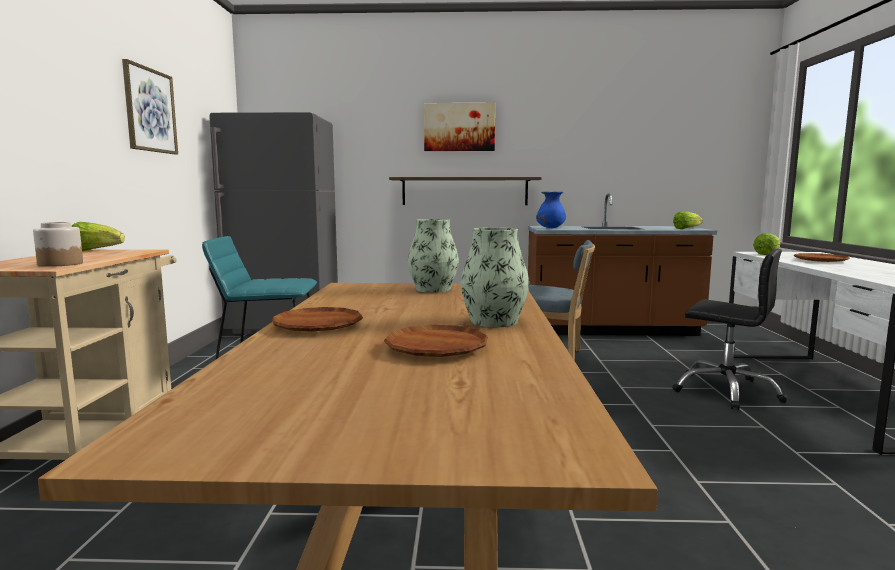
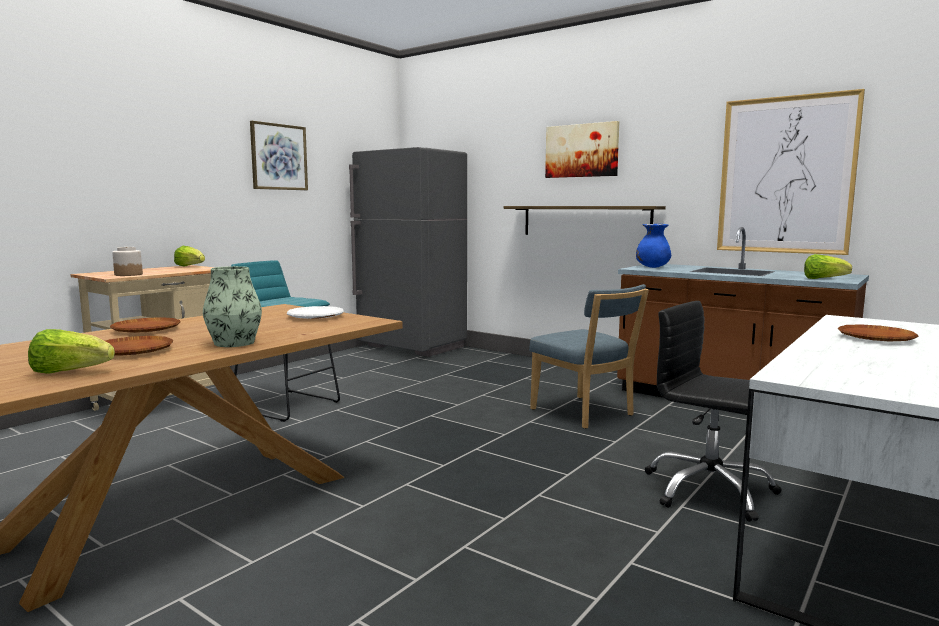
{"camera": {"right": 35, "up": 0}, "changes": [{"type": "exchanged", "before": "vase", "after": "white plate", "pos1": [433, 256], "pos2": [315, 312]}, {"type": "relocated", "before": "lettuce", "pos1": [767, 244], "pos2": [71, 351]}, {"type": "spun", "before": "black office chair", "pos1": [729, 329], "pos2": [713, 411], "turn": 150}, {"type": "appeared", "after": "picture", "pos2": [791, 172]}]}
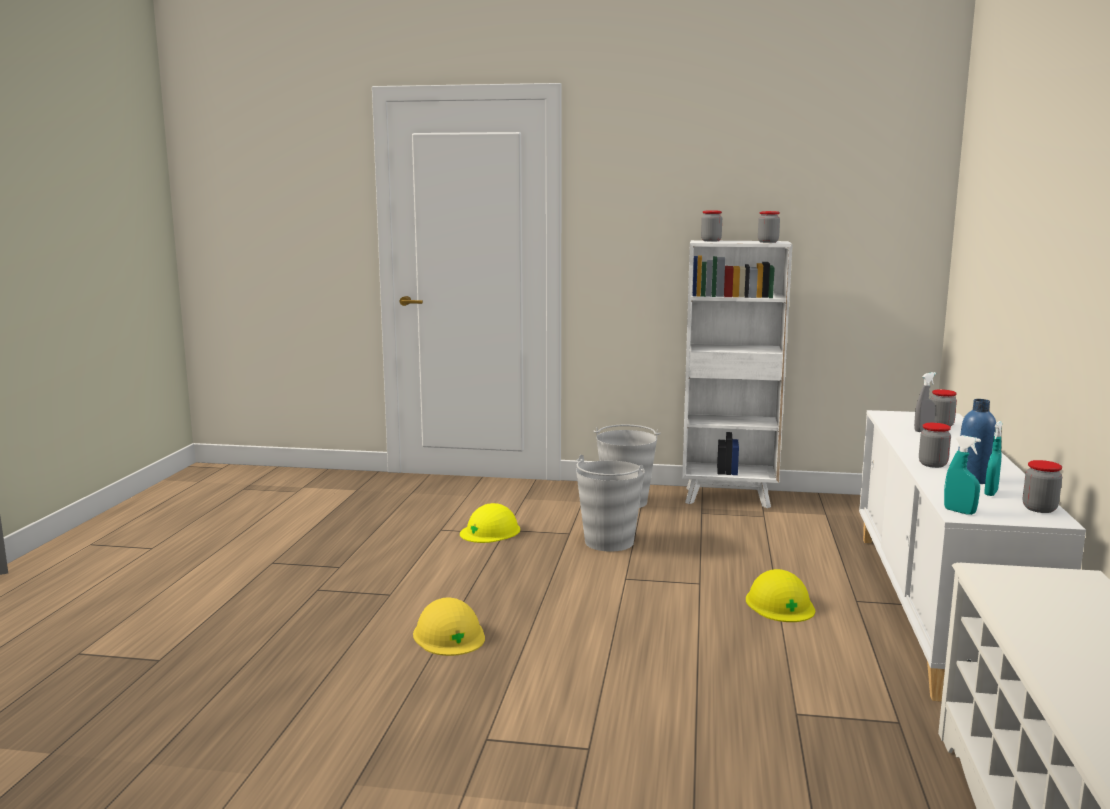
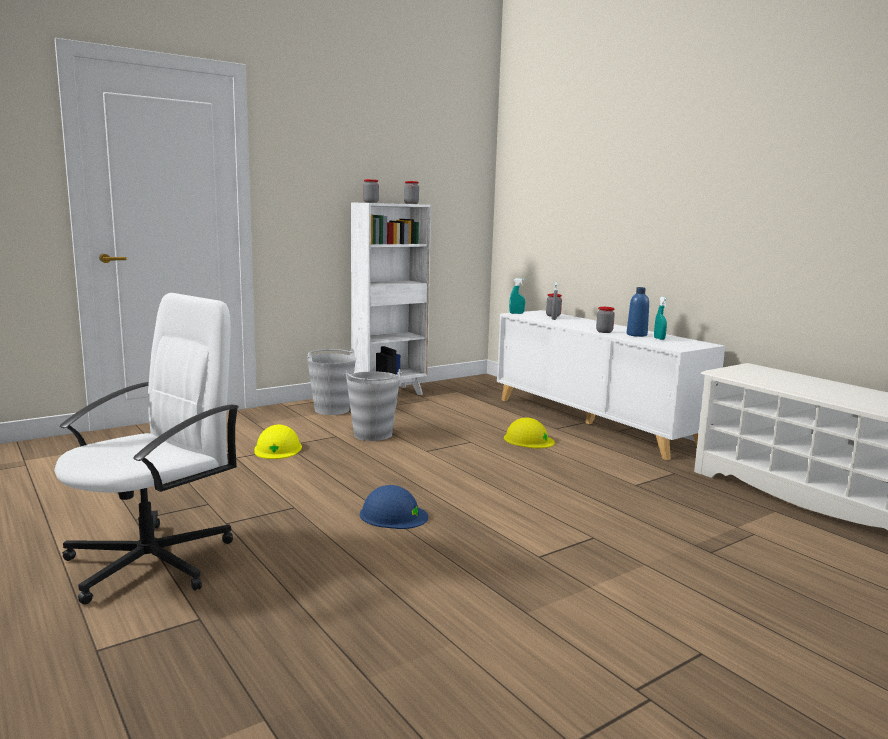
{"camera": {"right": -45, "up": 0}, "changes": [{"type": "relocated", "before": "turquoise spray bottle", "pos1": [962, 475], "pos2": [517, 296]}, {"type": "missing", "before": "jar", "pos1": [1042, 486]}, {"type": "colour", "before": "yellow hard hat", "after": "blue hard hat", "pos1": [449, 626], "pos2": [394, 507]}, {"type": "appeared", "after": "white office chair", "pos2": [146, 449]}]}
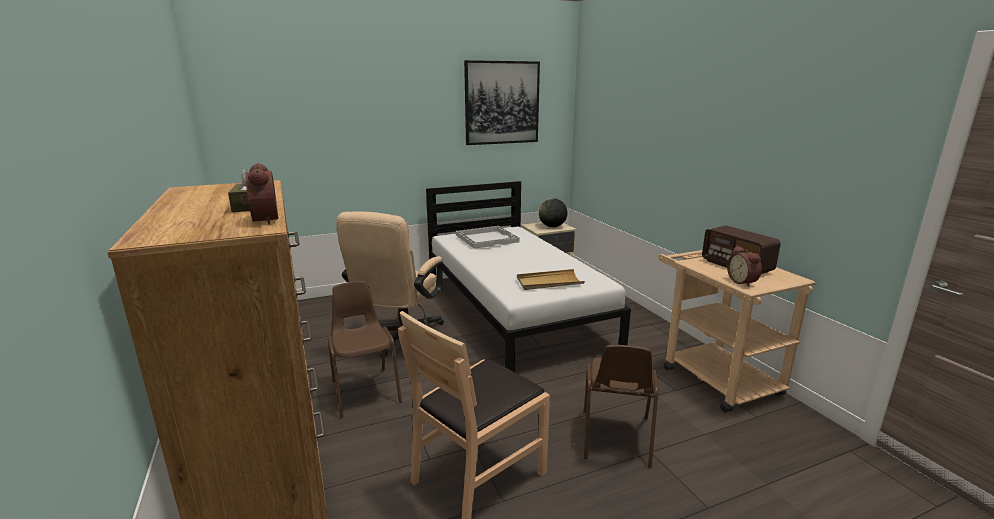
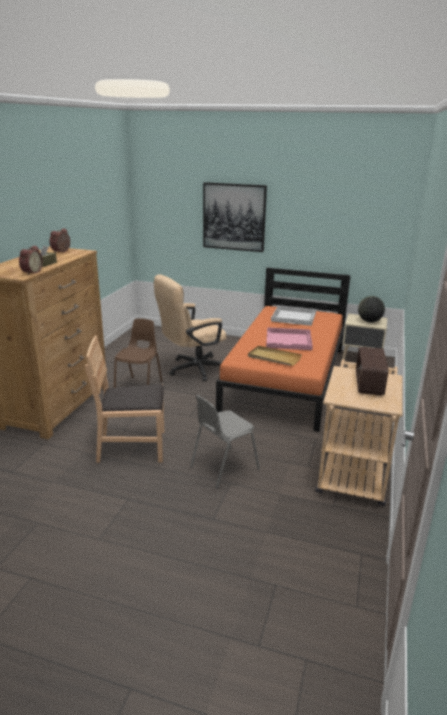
{"camera": {"right": 40, "up": 5}, "changes": [{"type": "relocated", "before": "picture", "pos1": [502, 102], "pos2": [235, 217]}, {"type": "colour", "before": "white bed", "after": "orange bed", "pos1": [528, 276], "pos2": [283, 349]}, {"type": "relocated", "before": "alarm clock", "pos1": [744, 266], "pos2": [59, 240]}, {"type": "colour", "before": "brown chair", "after": "grey chair", "pos1": [621, 406], "pos2": [225, 442]}, {"type": "appeared", "after": "pink tray", "pos2": [289, 338]}]}
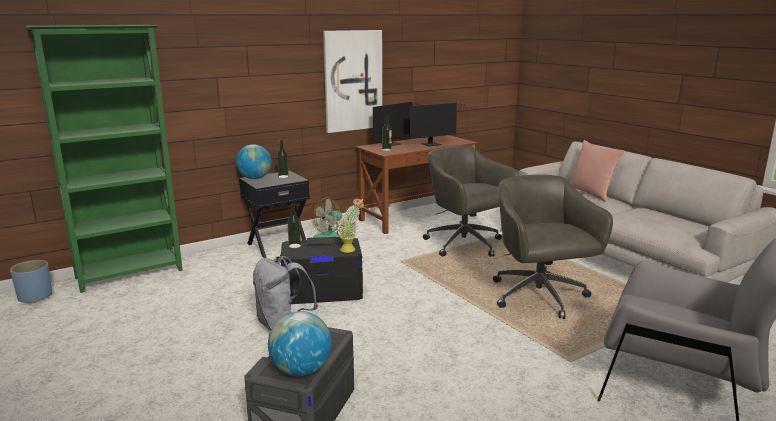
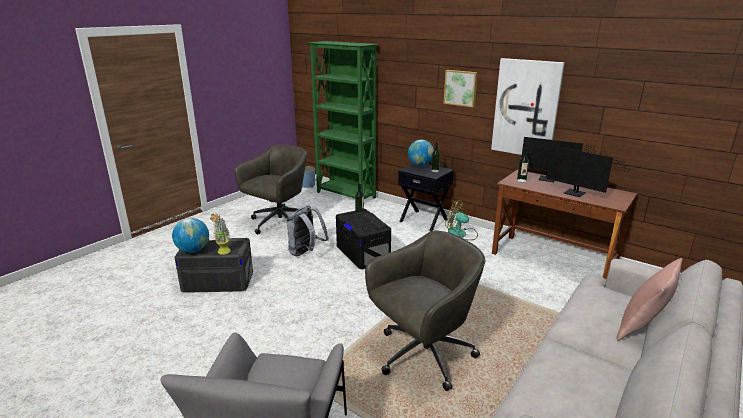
{"camera": {"right": 70, "up": 5}, "changes": [{"type": "relocated", "before": "grey office chair", "pos1": [471, 201], "pos2": [273, 189]}, {"type": "relocated", "before": "potted plant", "pos1": [351, 225], "pos2": [220, 234]}, {"type": "appeared", "after": "picture", "pos2": [460, 88]}]}
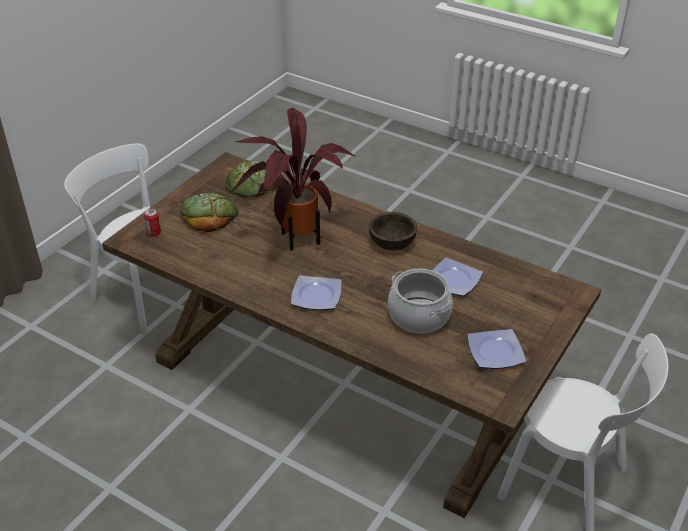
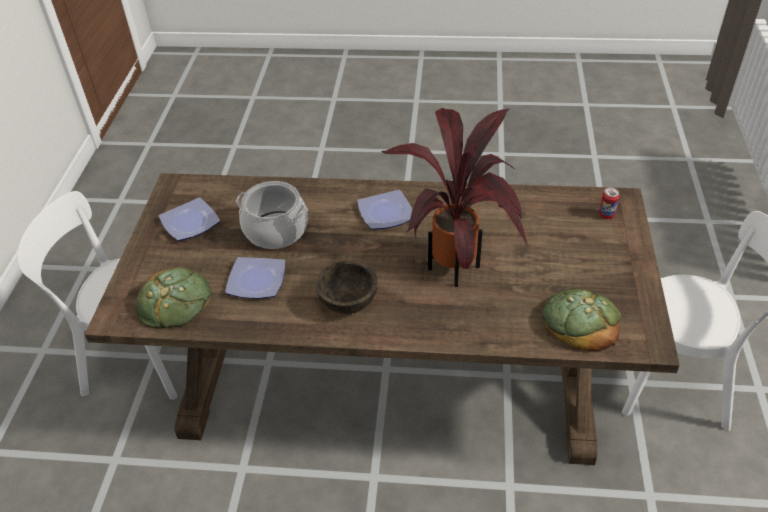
{"camera": {"right": 155, "up": 5}, "changes": [{"type": "relocated", "before": "bread", "pos1": [209, 212], "pos2": [173, 298]}]}
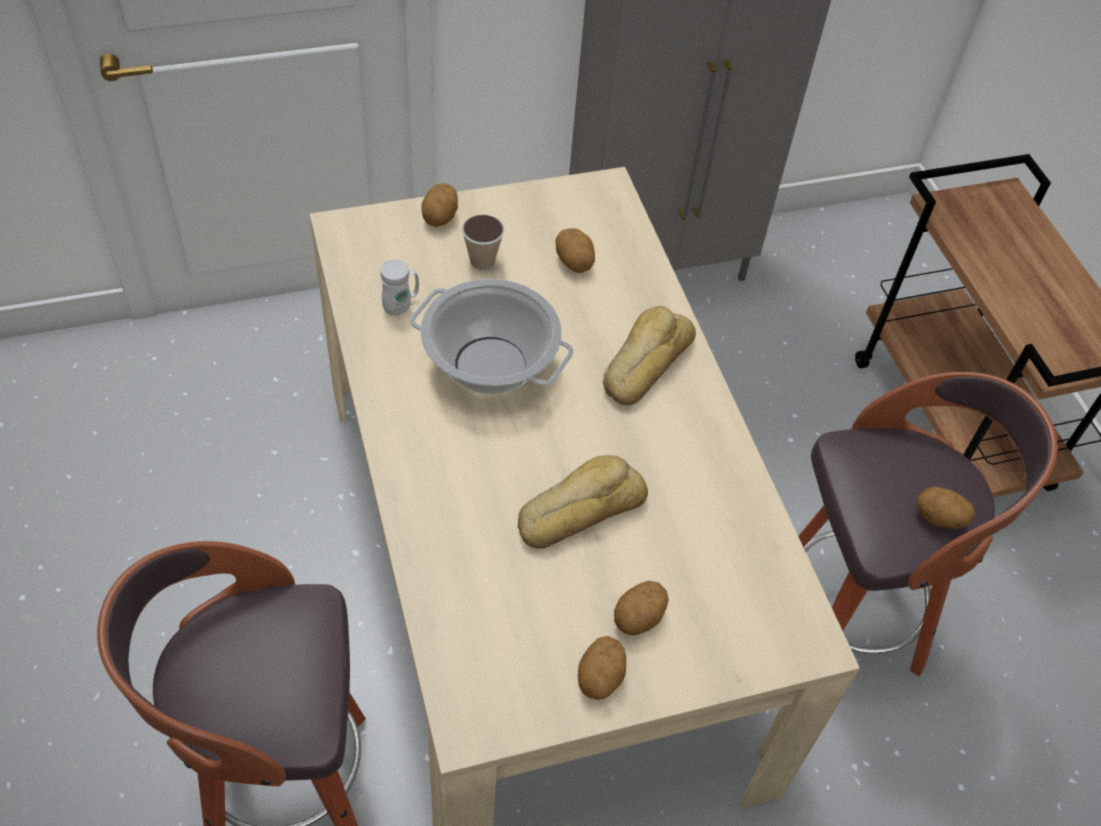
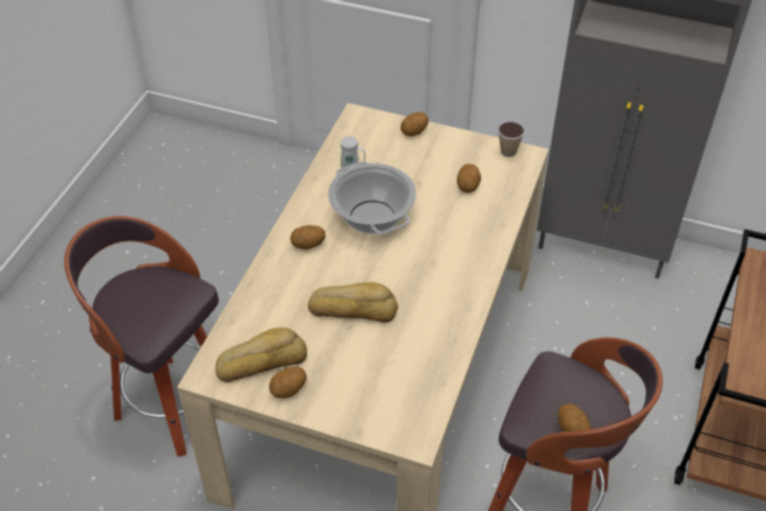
{"camera": {"right": 40, "up": -5}, "changes": [{"type": "relocated", "before": "cup", "pos1": [483, 242], "pos2": [511, 139]}, {"type": "relocated", "before": "bread", "pos1": [649, 355], "pos2": [261, 354]}, {"type": "relocated", "before": "potato", "pos1": [641, 608], "pos2": [308, 237]}]}
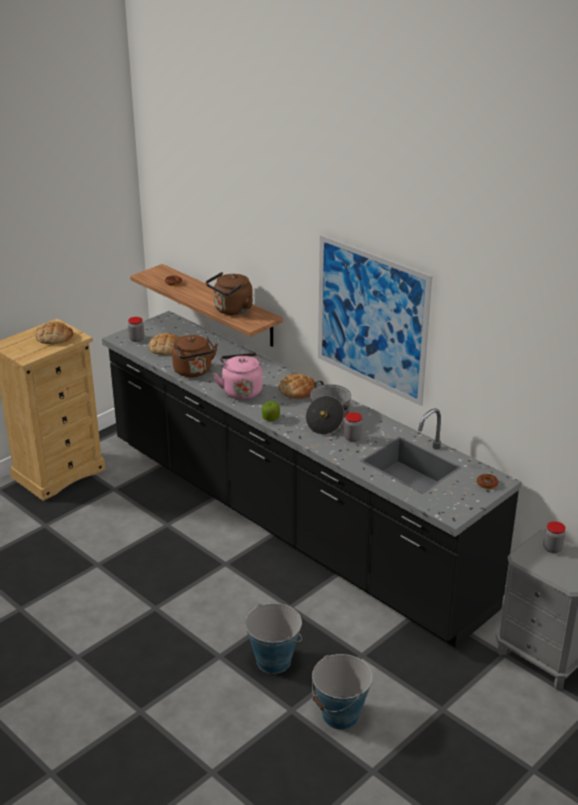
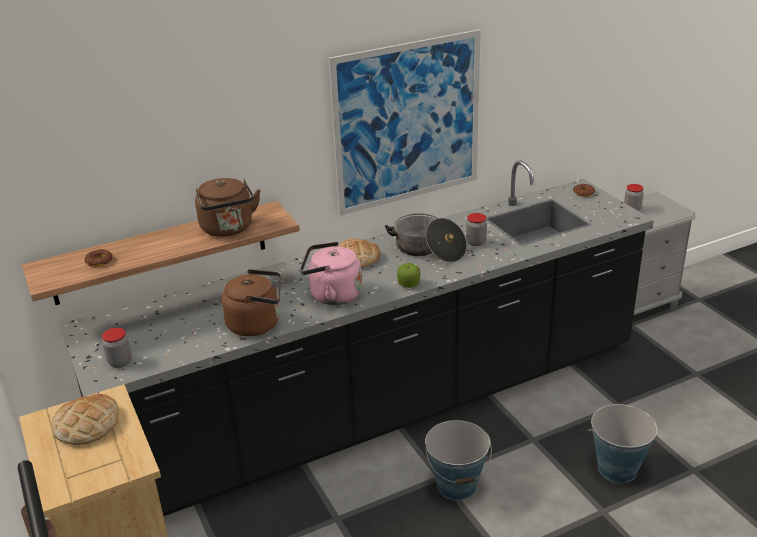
{"camera": {"right": -70, "up": 0}, "changes": [{"type": "missing", "before": "bread", "pos1": [163, 344]}, {"type": "relocated", "before": "bucket", "pos1": [342, 692], "pos2": [458, 460]}]}
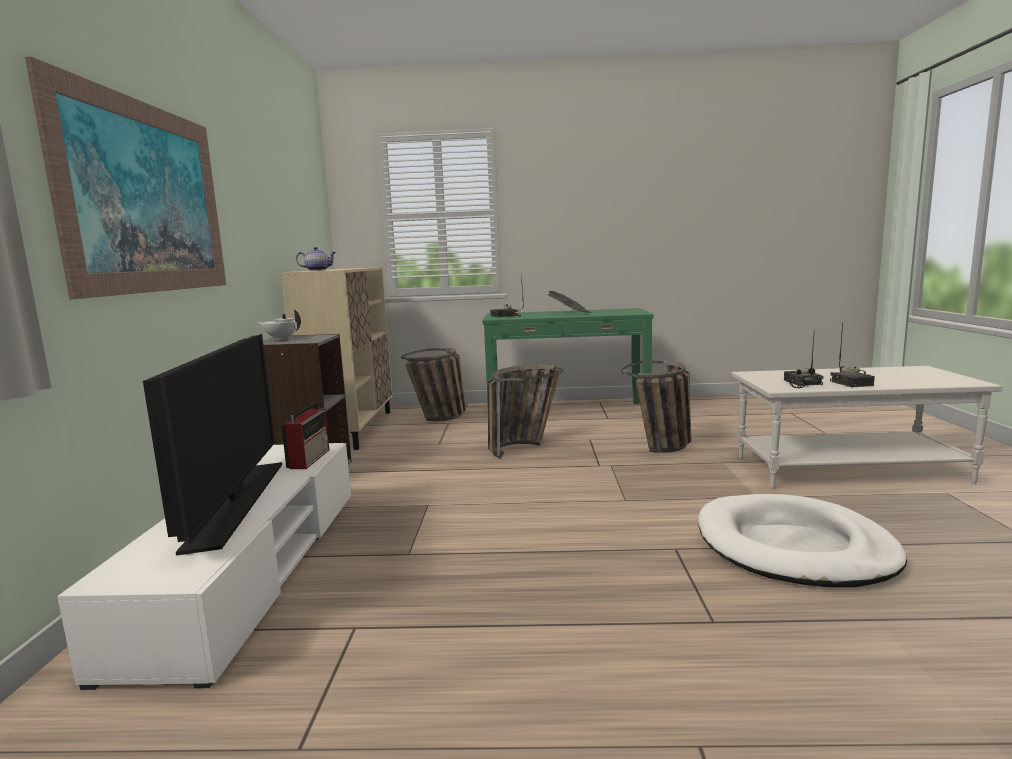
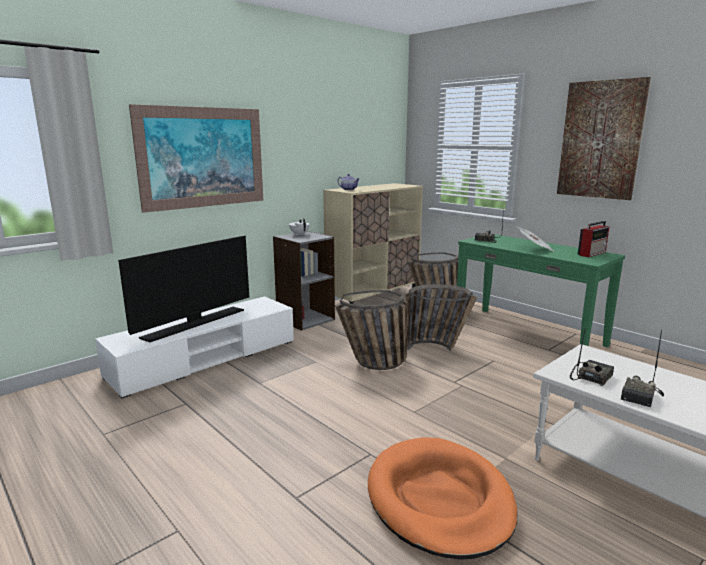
{"camera": {"right": 45, "up": 5}, "changes": [{"type": "relocated", "before": "basket", "pos1": [656, 406], "pos2": [371, 330]}, {"type": "relocated", "before": "radio", "pos1": [305, 435], "pos2": [593, 239]}, {"type": "colour", "before": "white dog bed", "after": "orange dog bed", "pos1": [802, 540], "pos2": [442, 498]}, {"type": "appeared", "after": "picture", "pos2": [604, 138]}]}
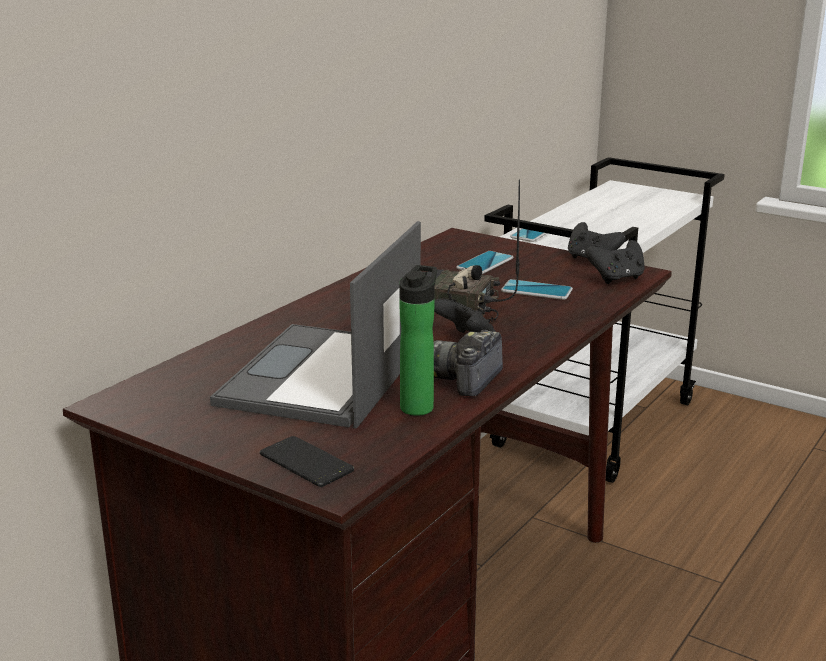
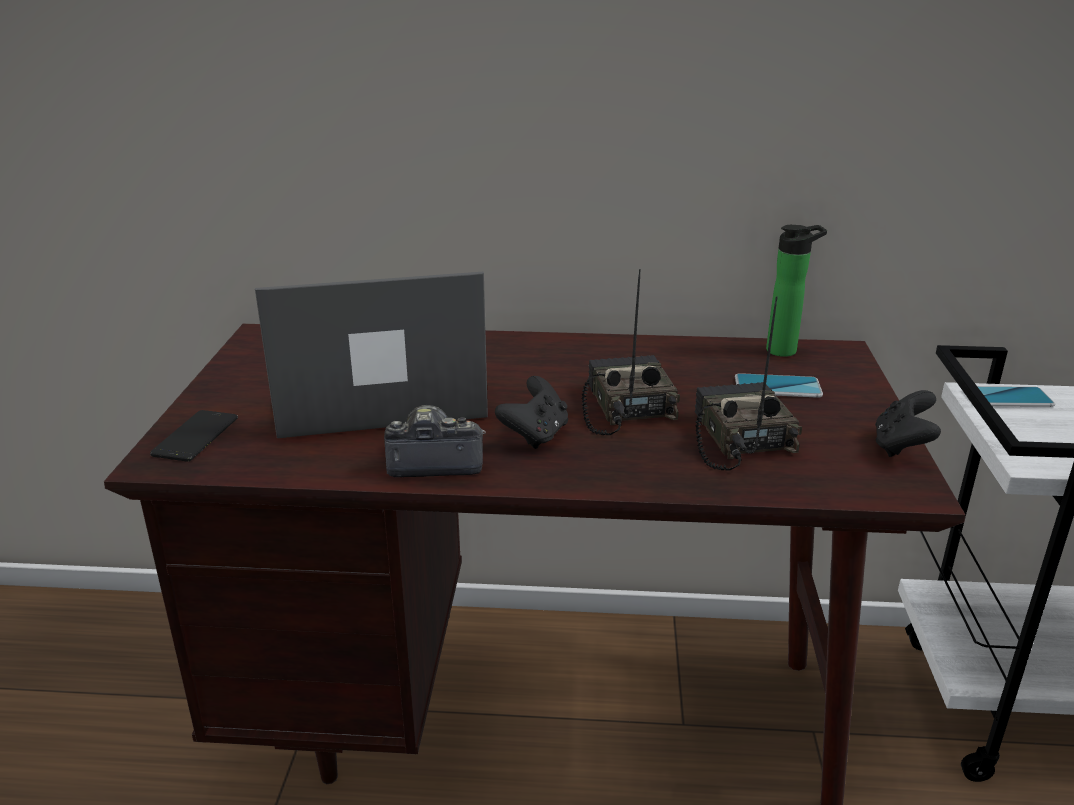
{"camera": {"right": 60, "up": 5}, "changes": [{"type": "missing", "before": "black game controller", "pos1": [615, 262]}, {"type": "relocated", "before": "bottle", "pos1": [418, 340], "pos2": [796, 291]}, {"type": "exchanged", "before": "phone", "after": "radio", "pos1": [537, 289], "pos2": [748, 383]}]}
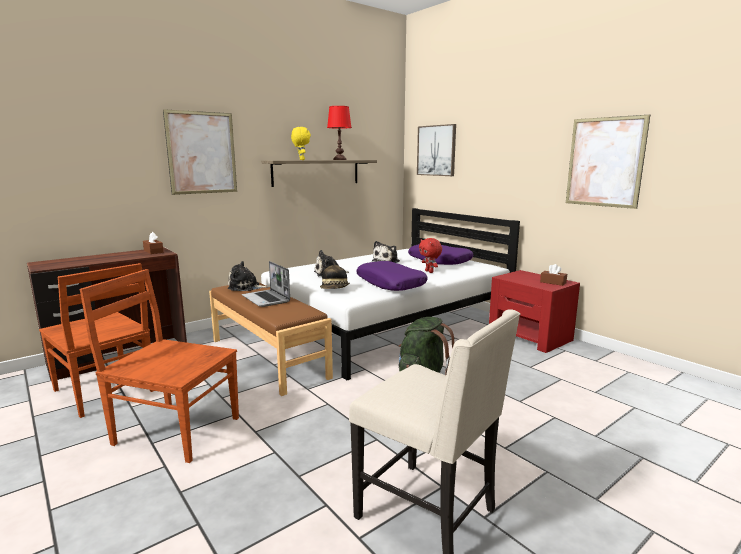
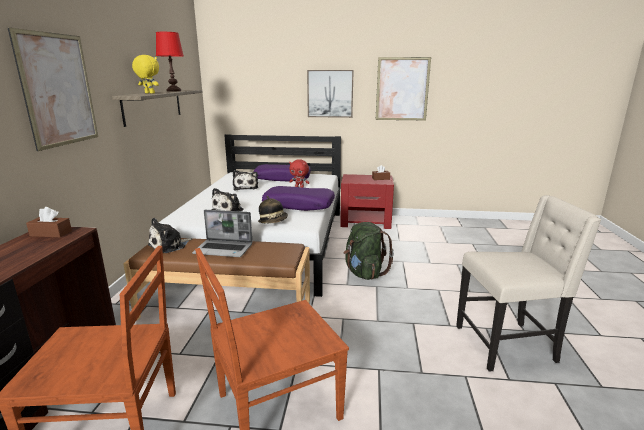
{"camera": {"right": -45, "up": 5}, "changes": [{"type": "relocated", "before": "picture", "pos1": [436, 150], "pos2": [330, 94]}]}
